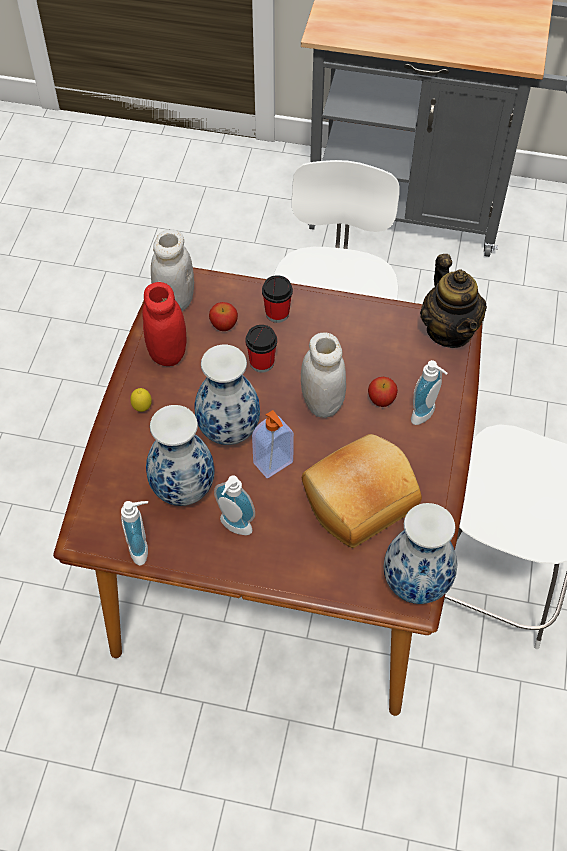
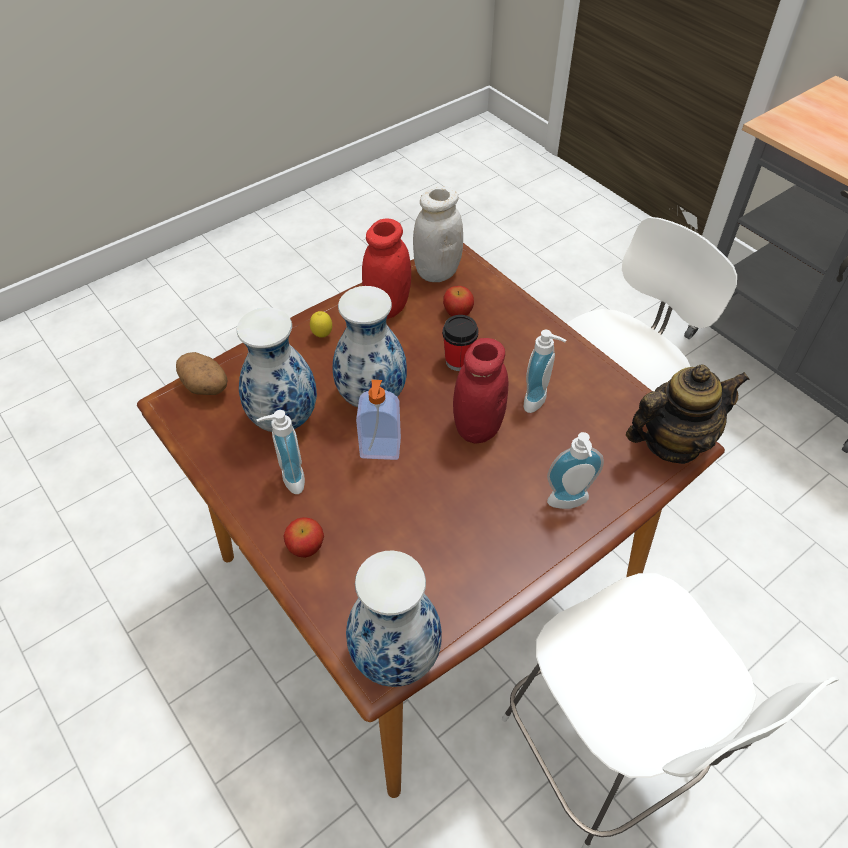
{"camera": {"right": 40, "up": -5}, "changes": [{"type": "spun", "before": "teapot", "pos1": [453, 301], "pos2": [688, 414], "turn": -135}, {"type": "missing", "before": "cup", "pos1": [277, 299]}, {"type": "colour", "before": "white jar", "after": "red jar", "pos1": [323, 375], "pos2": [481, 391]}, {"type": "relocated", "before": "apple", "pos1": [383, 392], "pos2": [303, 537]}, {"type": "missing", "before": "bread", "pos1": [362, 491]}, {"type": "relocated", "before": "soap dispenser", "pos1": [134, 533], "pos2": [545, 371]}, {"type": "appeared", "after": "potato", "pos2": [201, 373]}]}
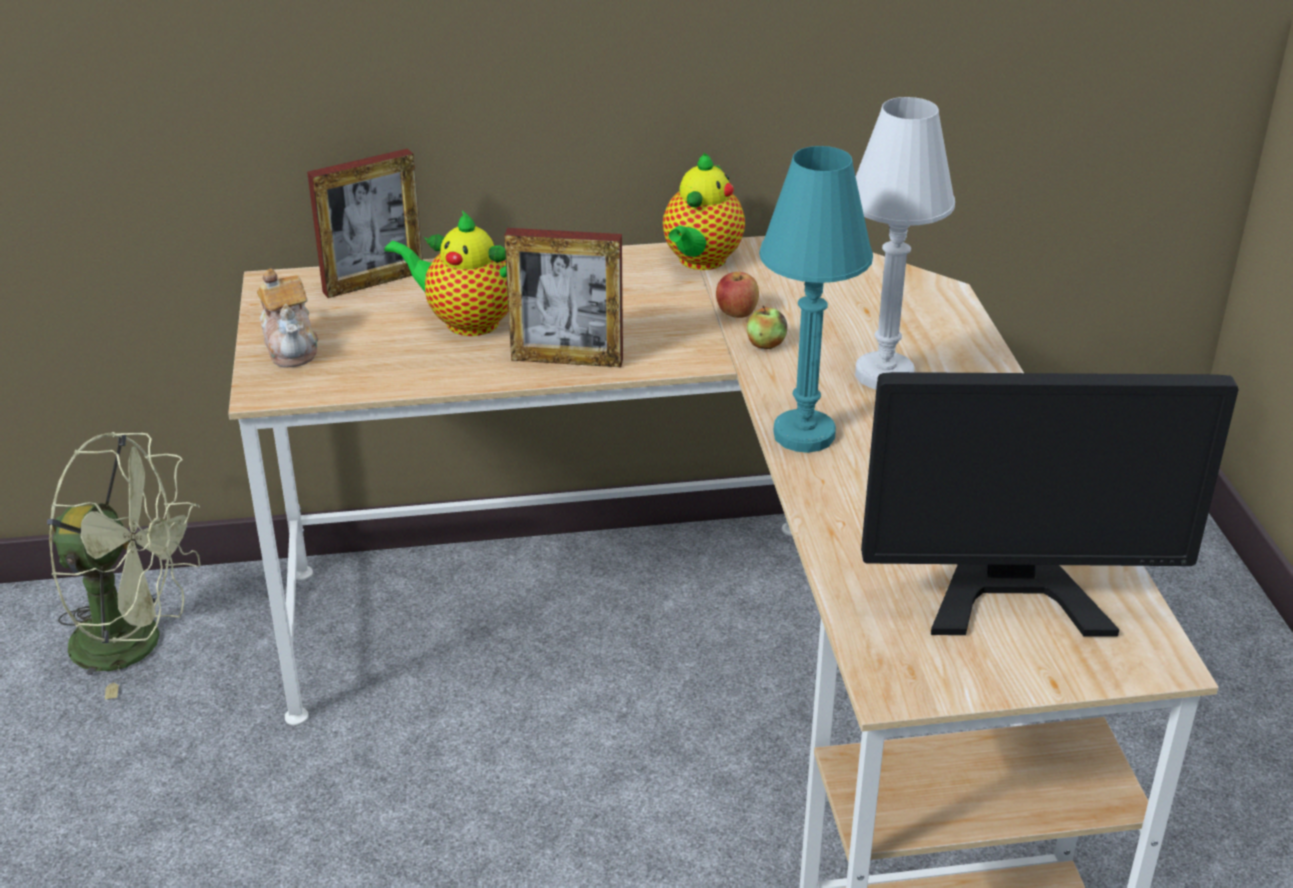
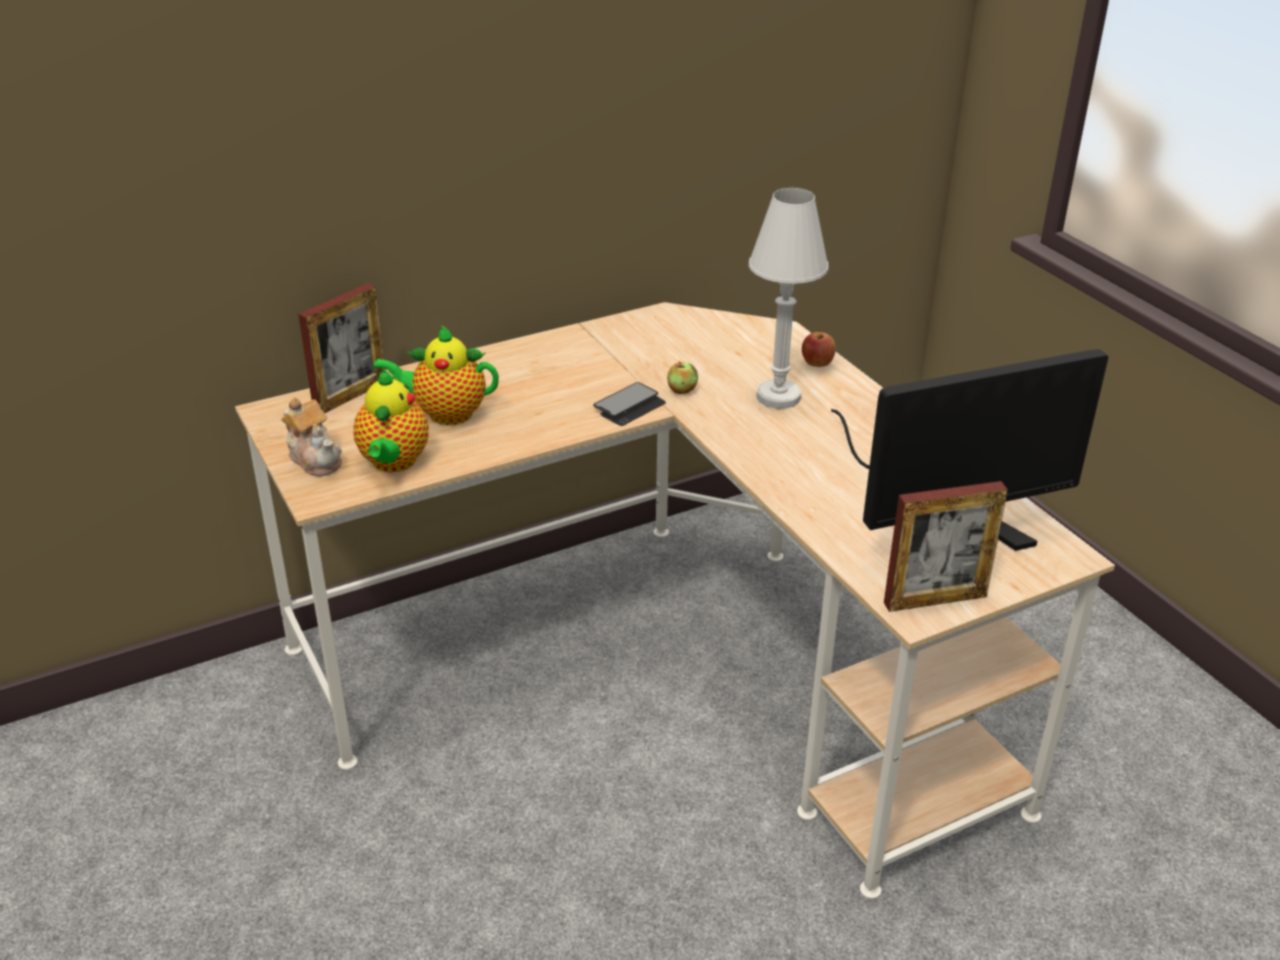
{"camera": {"right": -20, "up": 0}, "changes": [{"type": "missing", "before": "turquoise table lamp", "pos1": [816, 299]}, {"type": "relocated", "before": "teapot", "pos1": [704, 211], "pos2": [390, 421]}, {"type": "relocated", "before": "picture frame", "pos1": [563, 297], "pos2": [946, 546]}, {"type": "relocated", "before": "apple", "pos1": [737, 295], "pos2": [819, 349]}, {"type": "missing", "before": "green fan", "pos1": [124, 565]}, {"type": "appeared", "after": "phone", "pos2": [629, 404]}]}
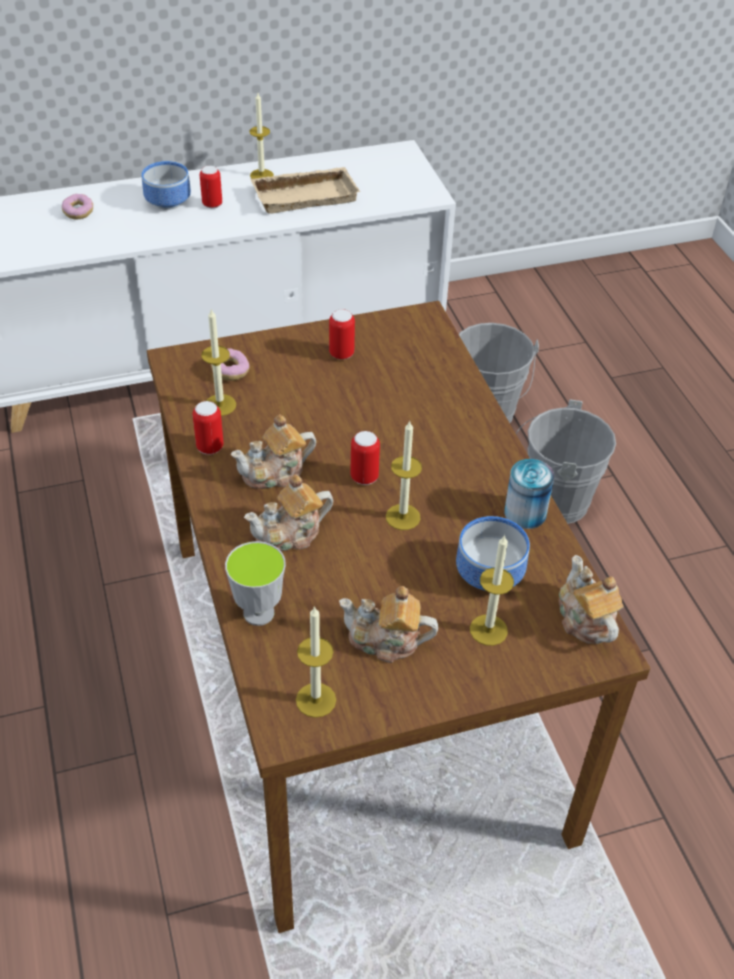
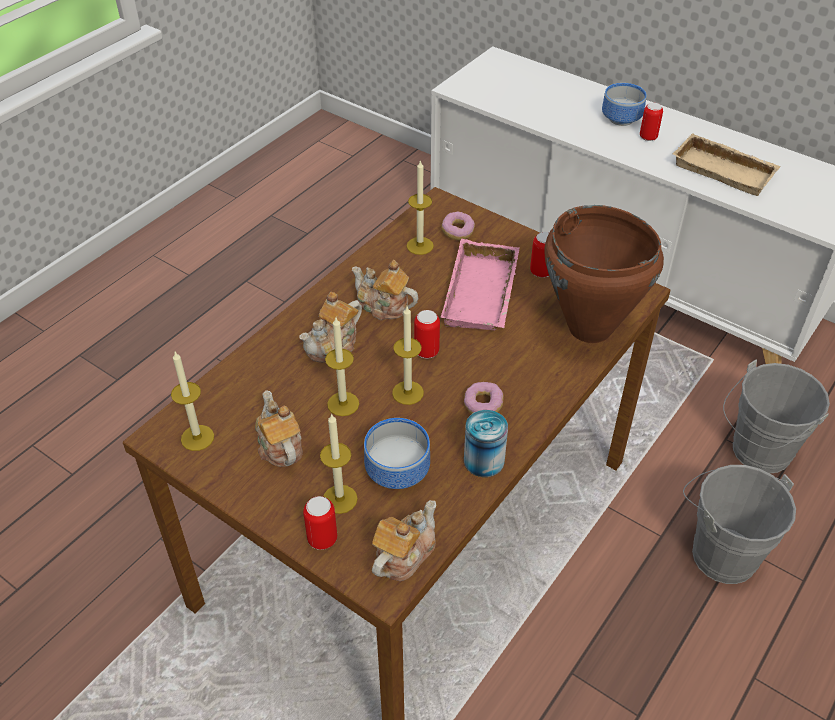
{"camera": {"right": 55, "up": 0}, "changes": [{"type": "relocated", "before": "candle", "pos1": [261, 136], "pos2": [342, 367]}, {"type": "relocated", "before": "donut", "pos1": [77, 207], "pos2": [484, 398]}, {"type": "relocated", "before": "can", "pos1": [208, 428], "pos2": [320, 523]}, {"type": "spun", "before": "teapot", "pos1": [288, 513], "pos2": [330, 327], "turn": -75}, {"type": "missing", "before": "cup", "pos1": [255, 583]}, {"type": "appeared", "after": "brown cooking pot", "pos2": [604, 274]}, {"type": "appeared", "after": "pink tray", "pos2": [480, 284]}]}
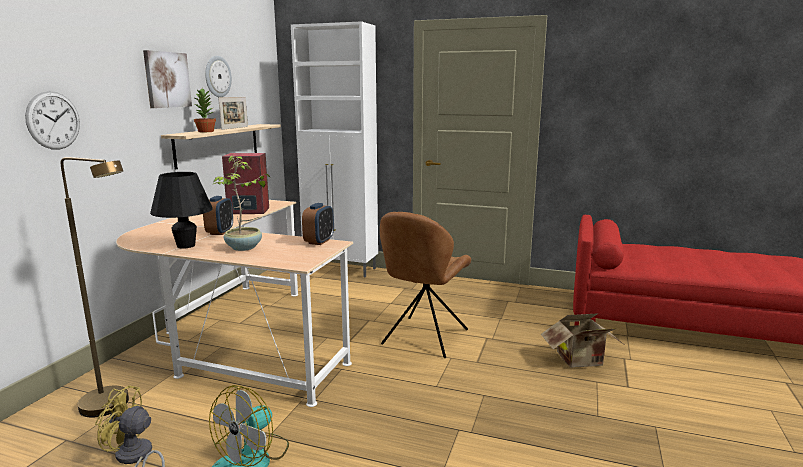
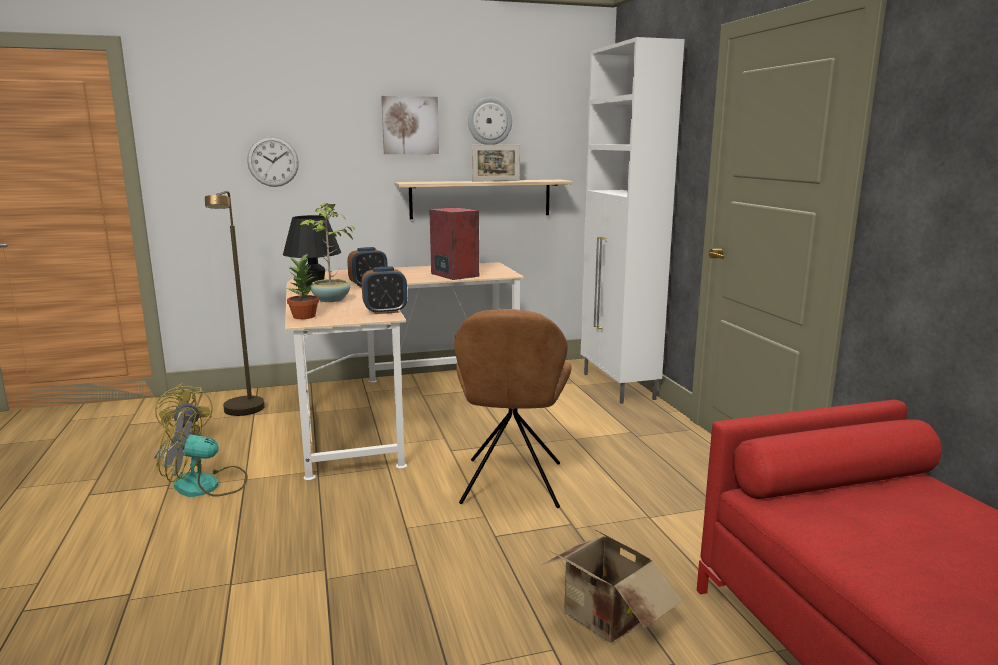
{"camera": {"right": 55, "up": 0}, "changes": [{"type": "relocated", "before": "potted plant", "pos1": [204, 110], "pos2": [303, 286]}, {"type": "spun", "before": "brown chair", "pos1": [425, 285], "pos2": [512, 408], "turn": -75}]}
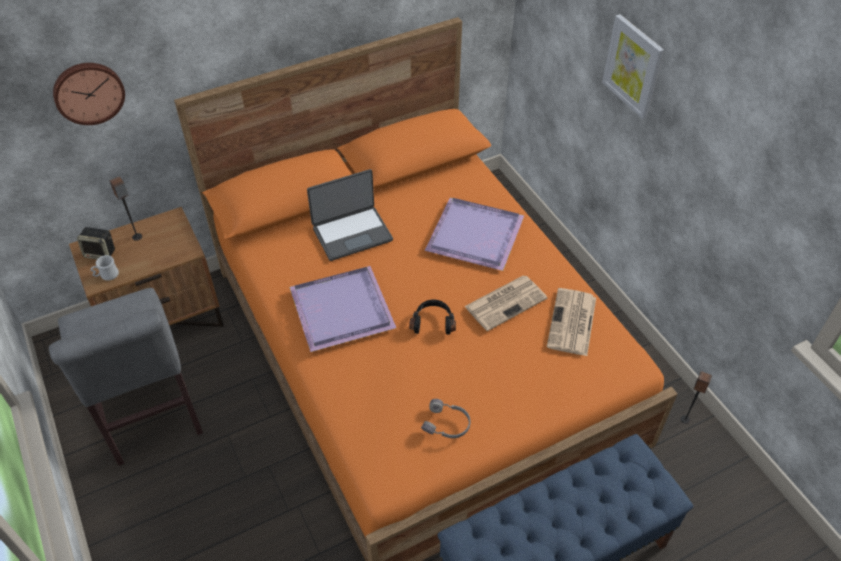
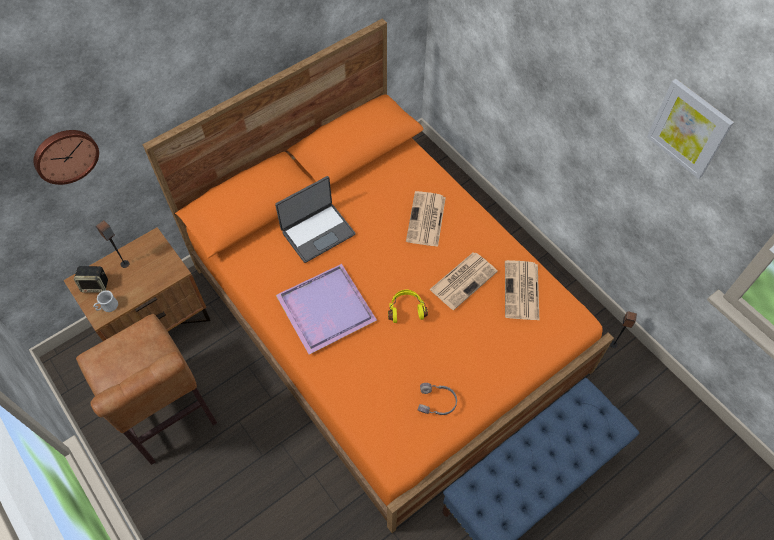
{"camera": {"right": -10, "up": 10}, "changes": [{"type": "relocated", "before": "picture", "pos1": [633, 66], "pos2": [690, 129]}, {"type": "exchanged", "before": "purple tray", "after": "newspaper", "pos1": [474, 234], "pos2": [426, 219]}, {"type": "colour", "before": "grey chair", "after": "brown chair", "pos1": [126, 377], "pos2": [146, 389]}, {"type": "colour", "before": "black headphones", "after": "yellow headphones", "pos1": [432, 317], "pos2": [408, 306]}]}
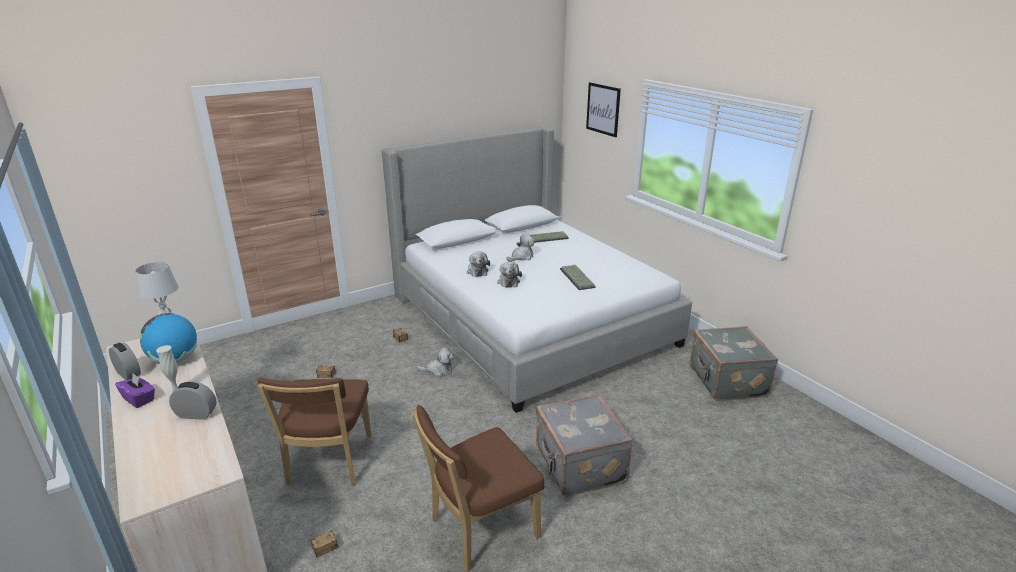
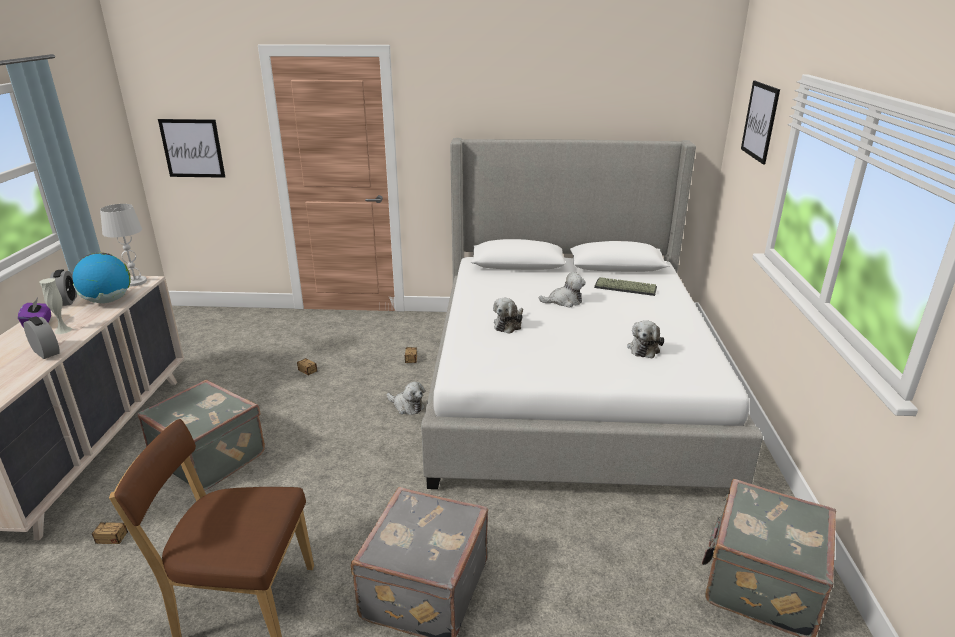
{"camera": {"right": 35, "up": 0}, "changes": [{"type": "relocated", "before": "plush toy", "pos1": [478, 264], "pos2": [645, 339]}, {"type": "missing", "before": "keyboard", "pos1": [578, 277]}, {"type": "exchanged", "before": "brown chair", "after": "grey suitcase", "pos1": [314, 431], "pos2": [201, 435]}, {"type": "appeared", "after": "picture", "pos2": [191, 148]}]}
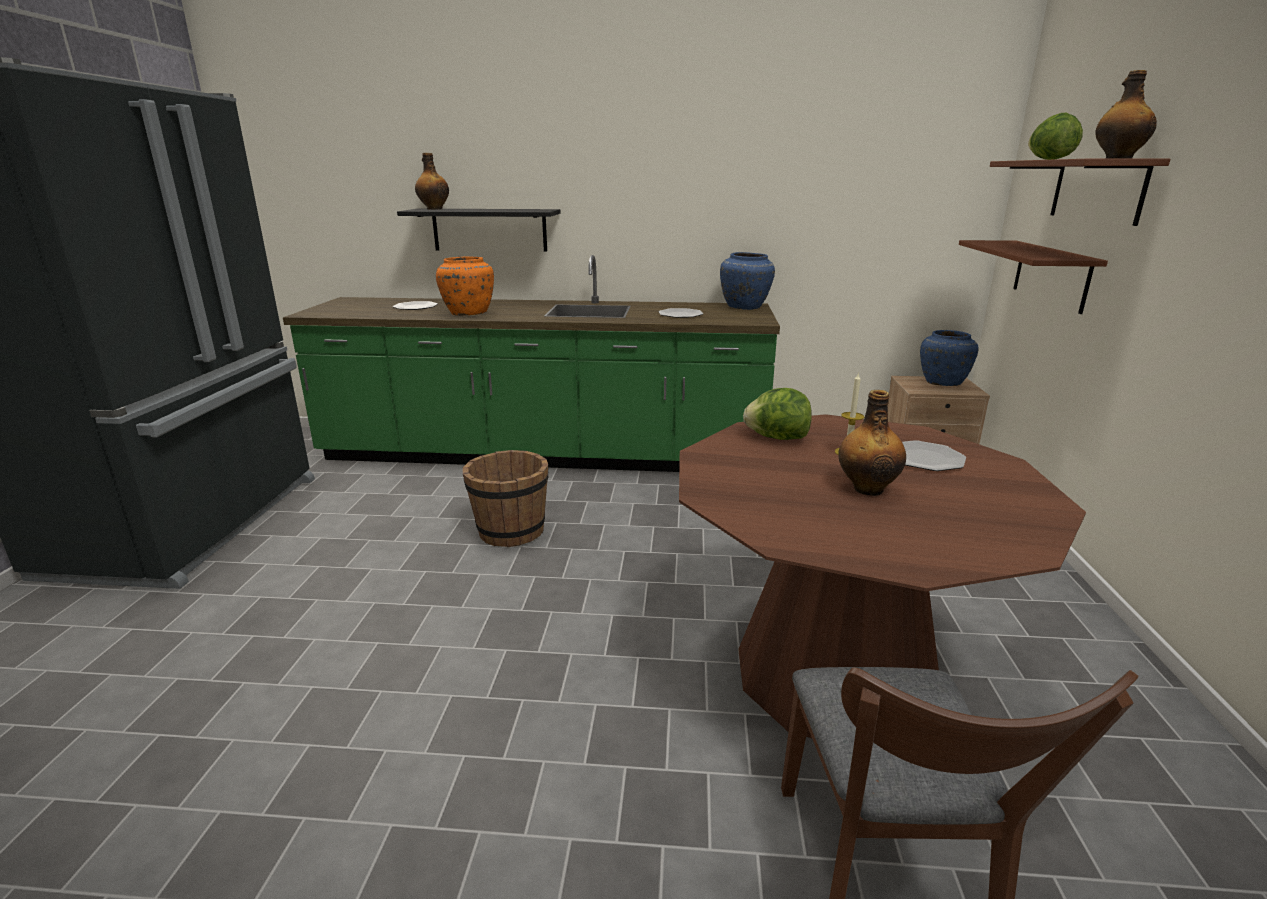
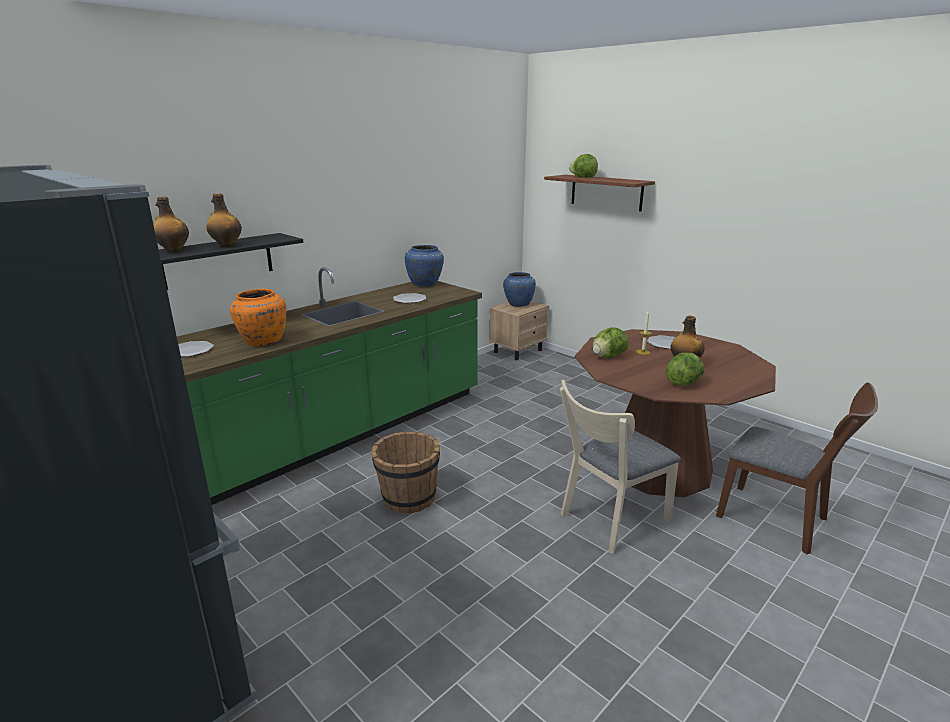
{"camera": {"right": -50, "up": 0}, "changes": [{"type": "relocated", "before": "bottle", "pos1": [1126, 114], "pos2": [224, 220]}, {"type": "missing", "before": "brown shelf", "pos1": [1033, 277]}, {"type": "appeared", "after": "lettuce", "pos2": [685, 369]}, {"type": "appeared", "after": "beige chair", "pos2": [620, 467]}]}
